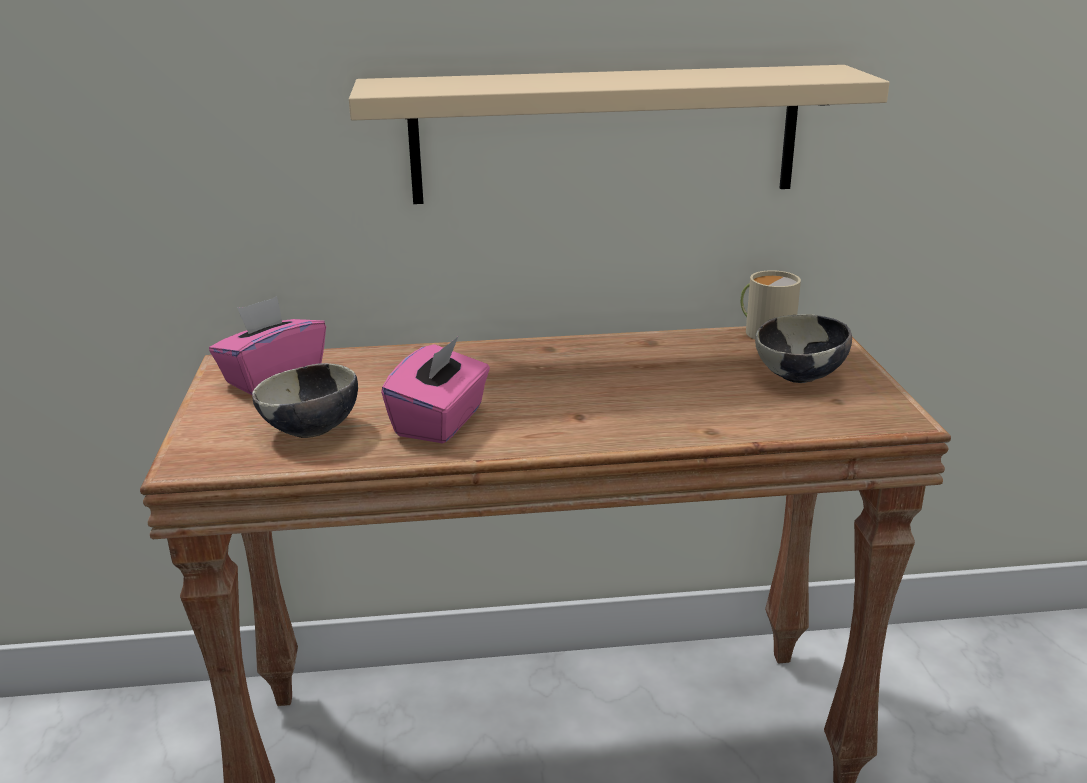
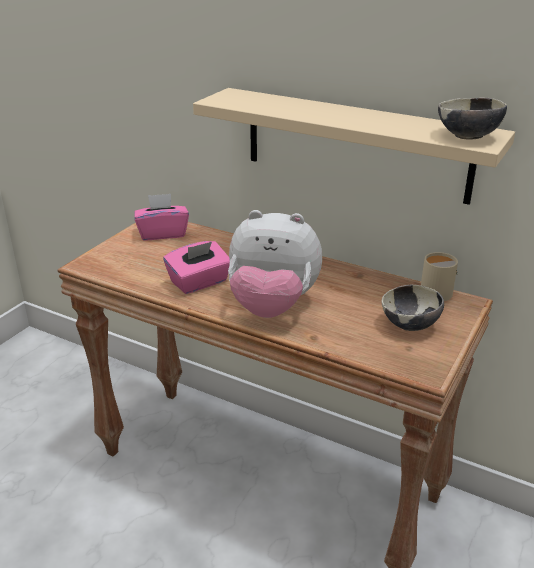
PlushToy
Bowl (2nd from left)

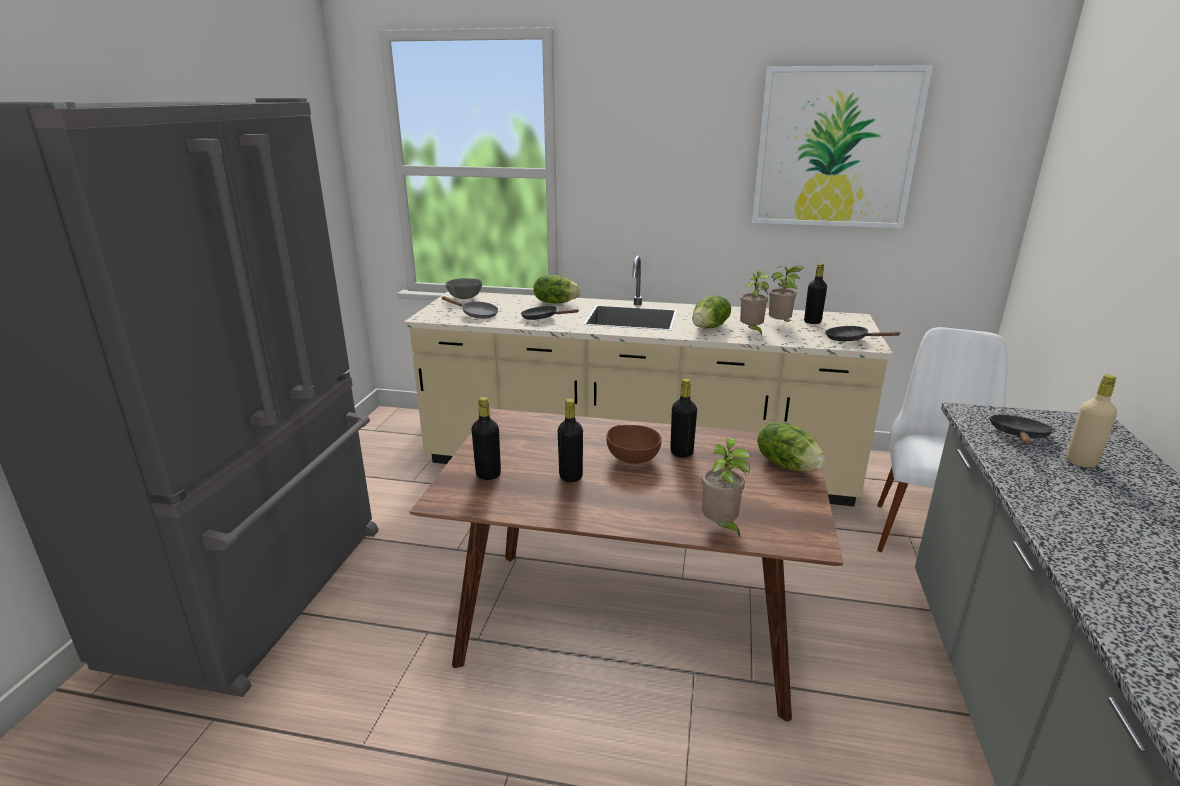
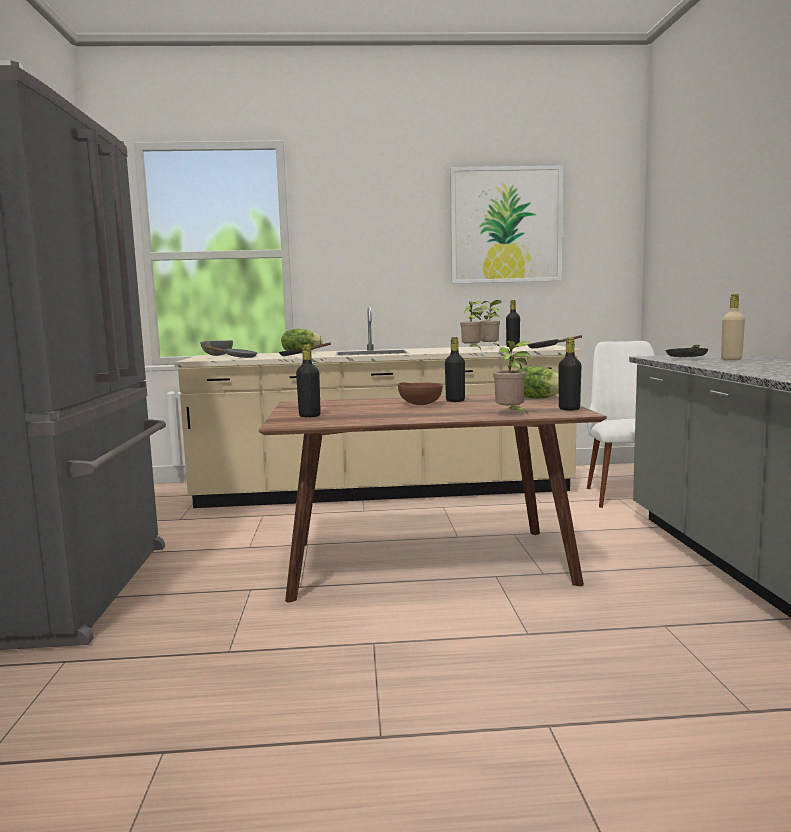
Lettuce (2nd from left in the first image)
BlackBottle (4th from left)

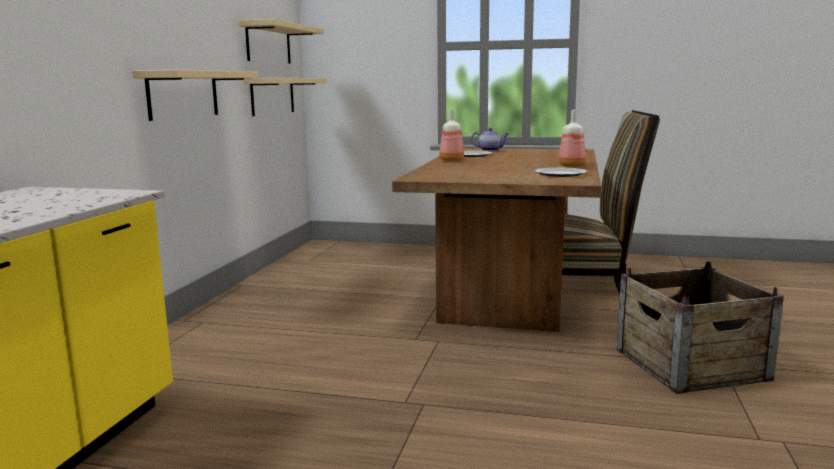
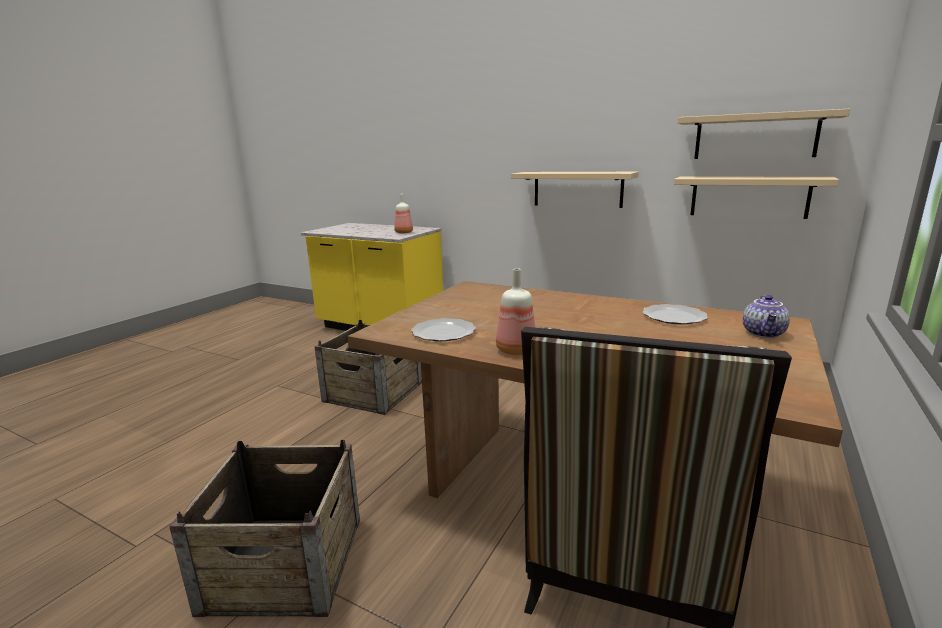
Crate (2nd from left)
Bottle (1st from left)

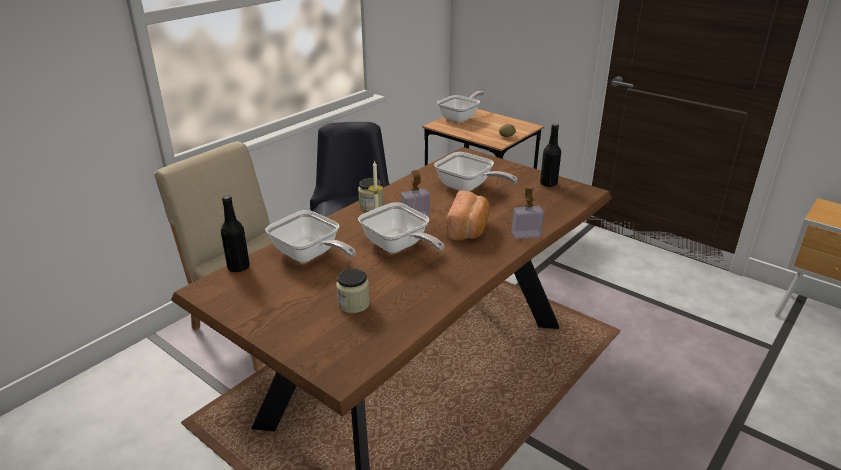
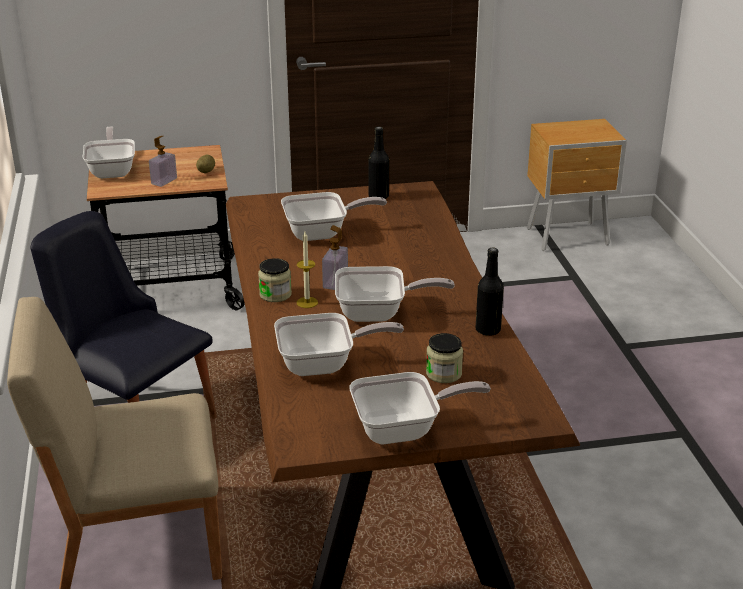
Bread
FryingPan (5th from left)
BlackBottle (2nd from left)
SoapDispenser (1st from left)

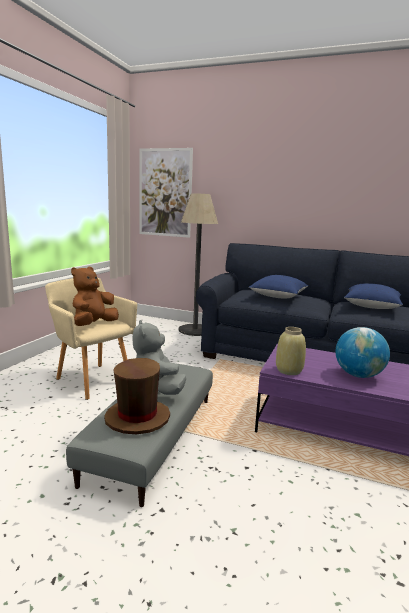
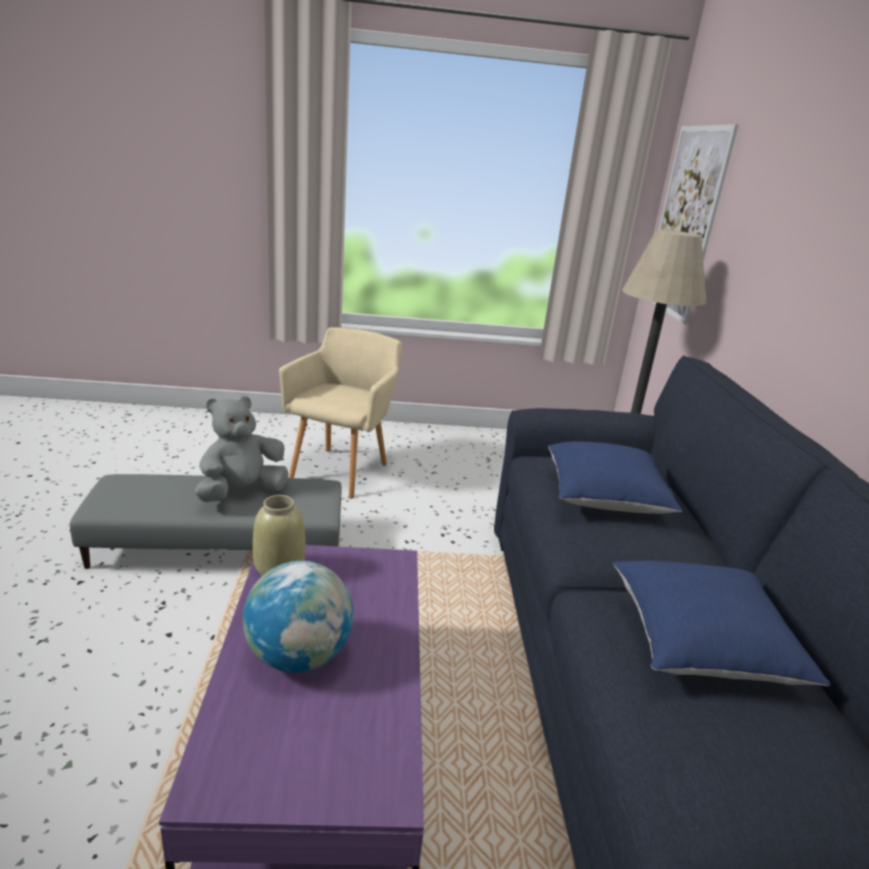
BrownPlushToy
BrownHat

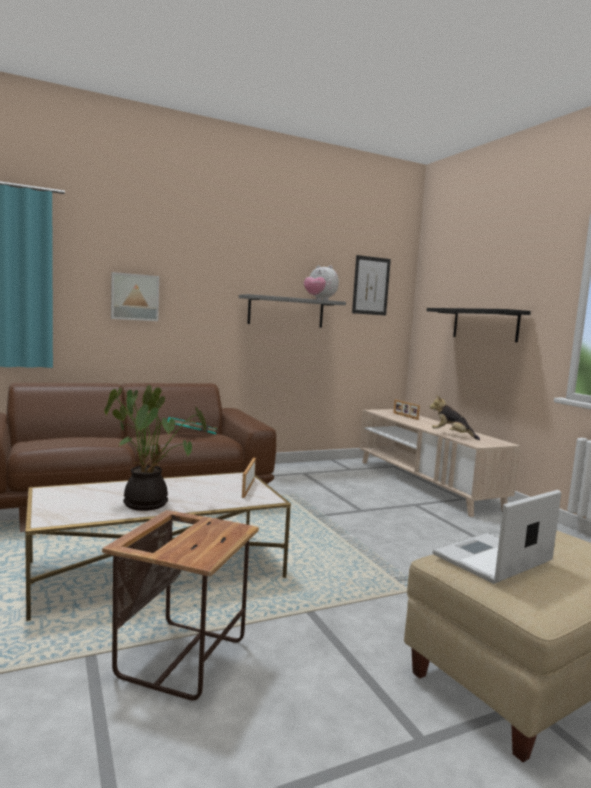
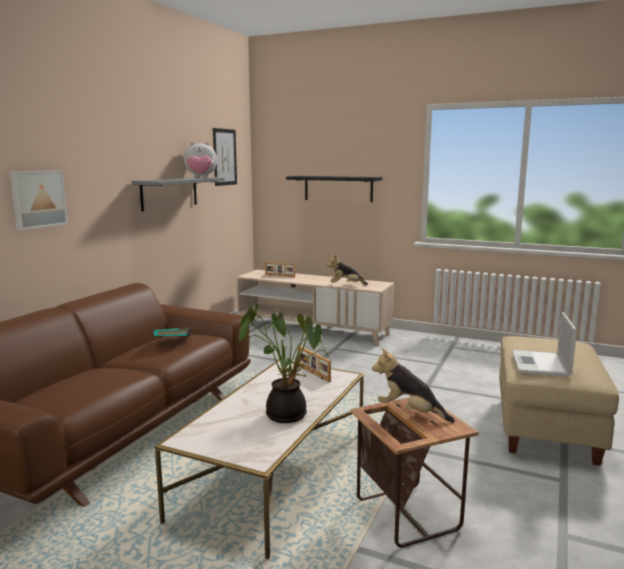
PlushToy (3rd from left)

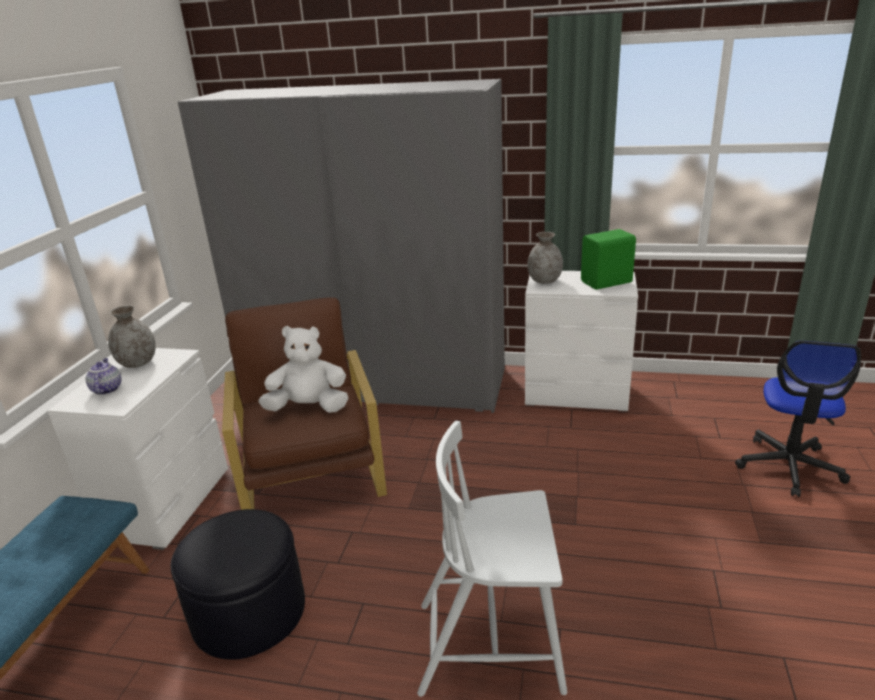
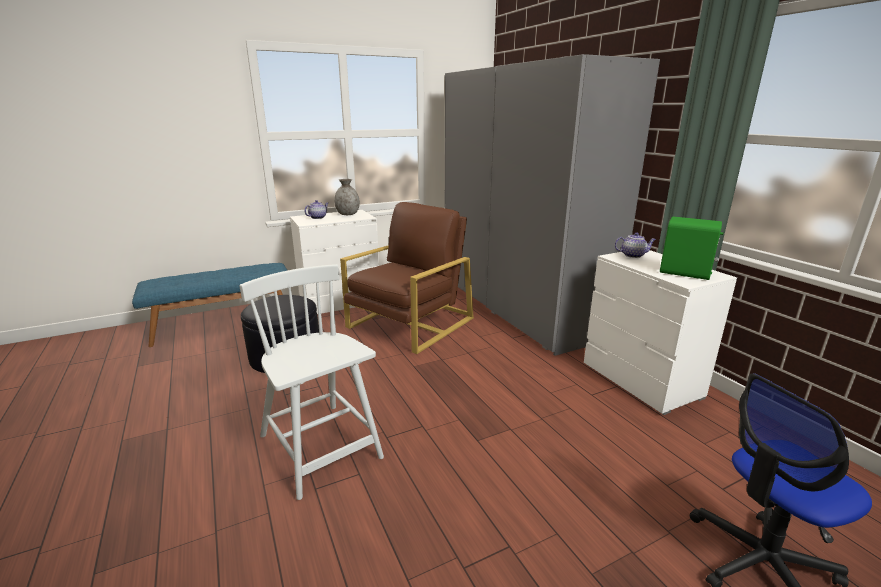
WhitePlushToy
Teapot (2nd from left)

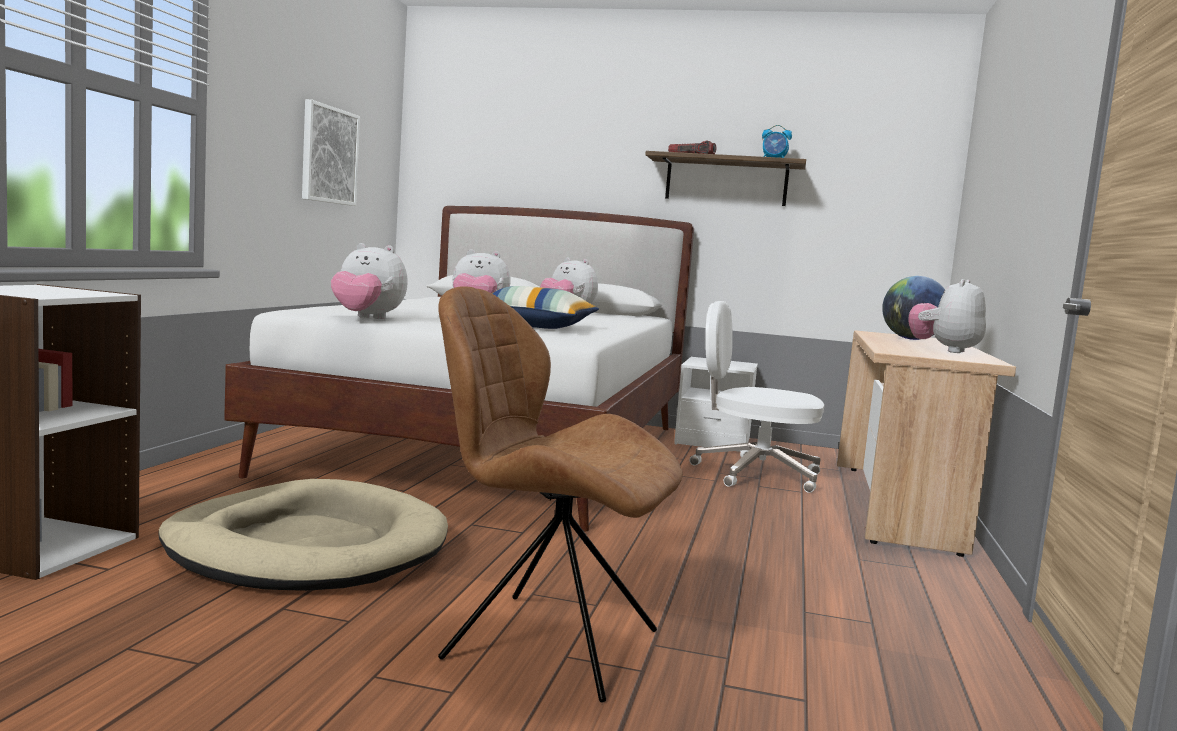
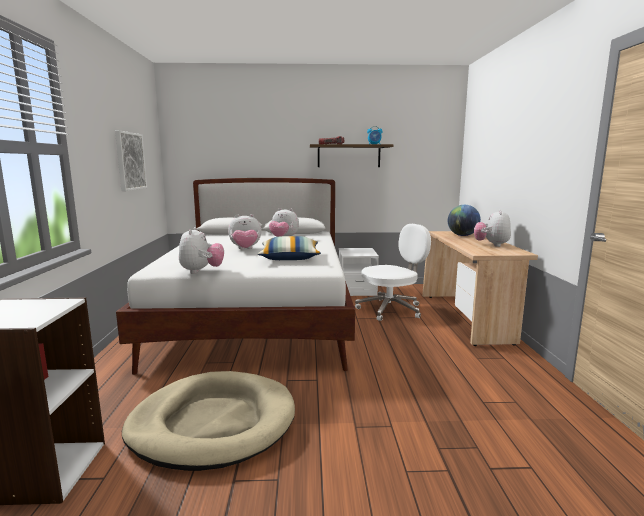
BrownChair
PlushToy (1st from left)
WhiteOfficeChair

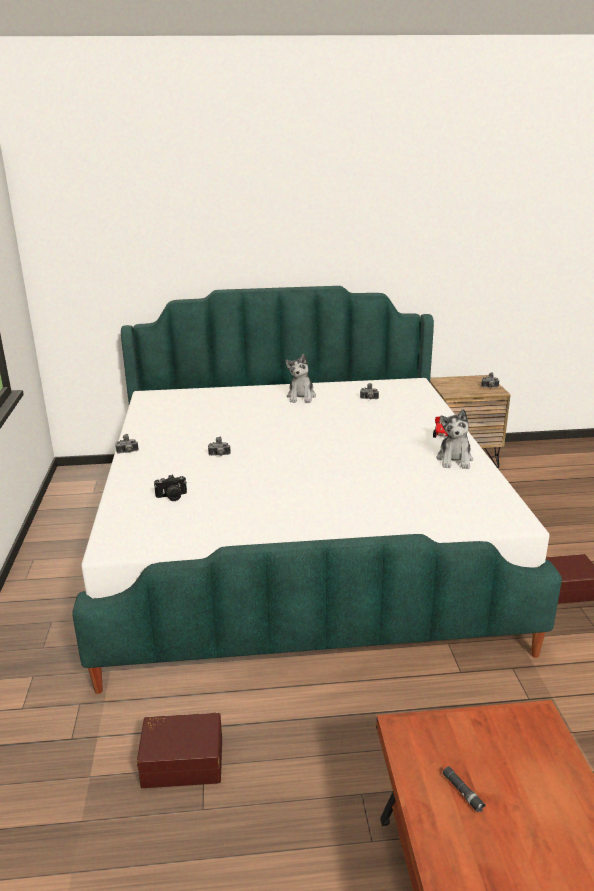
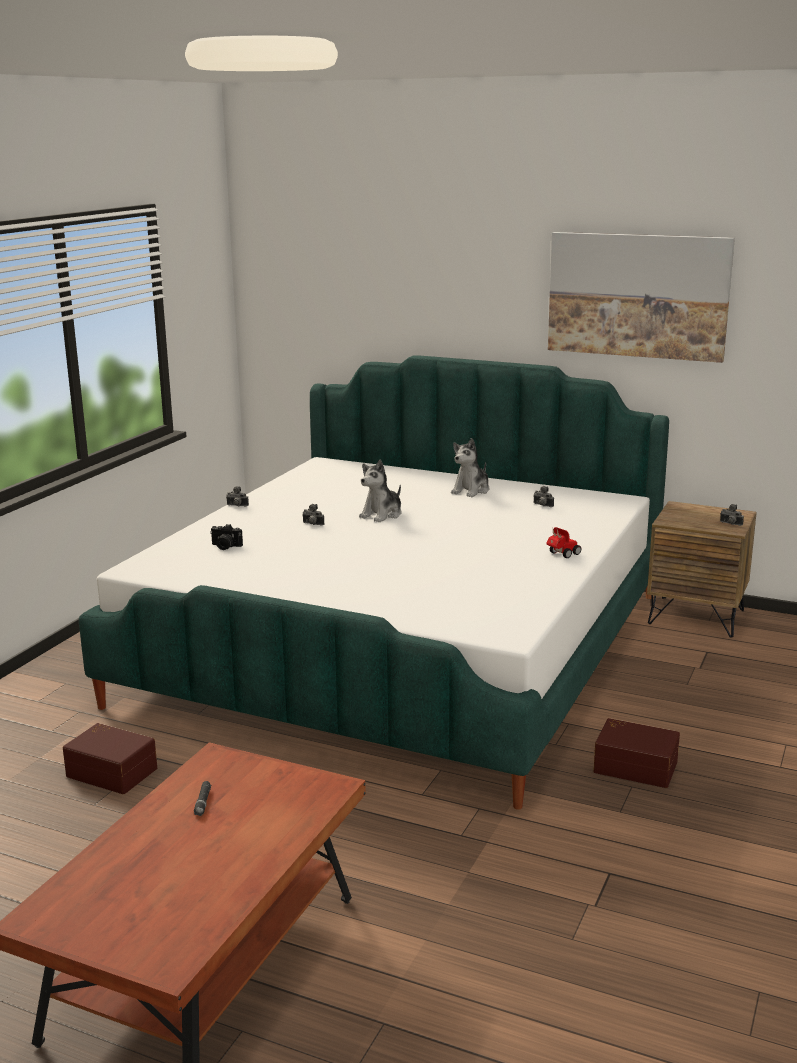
Picture
PlushToy (1st from left)

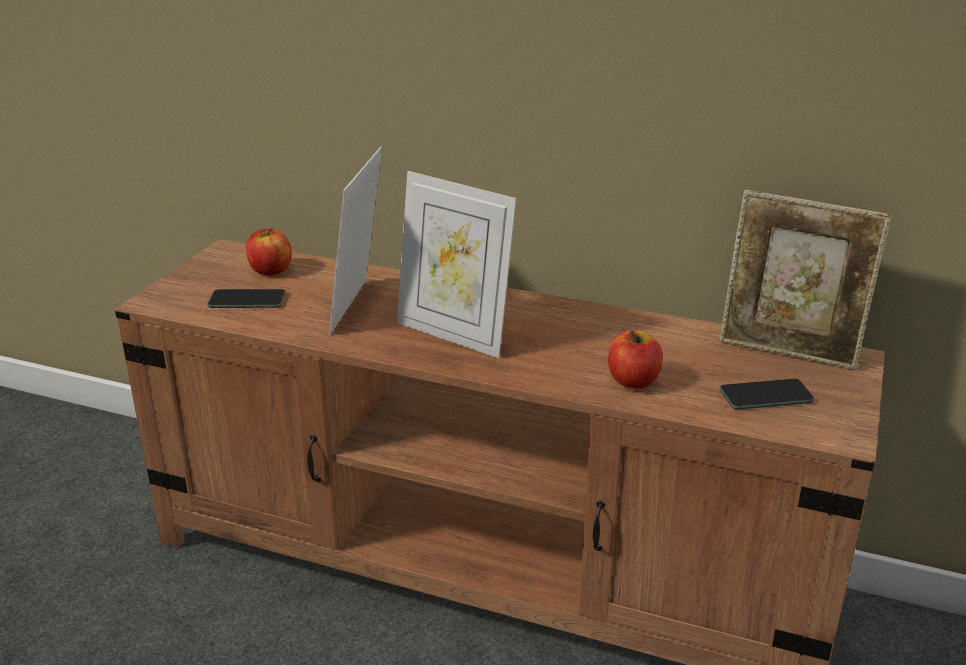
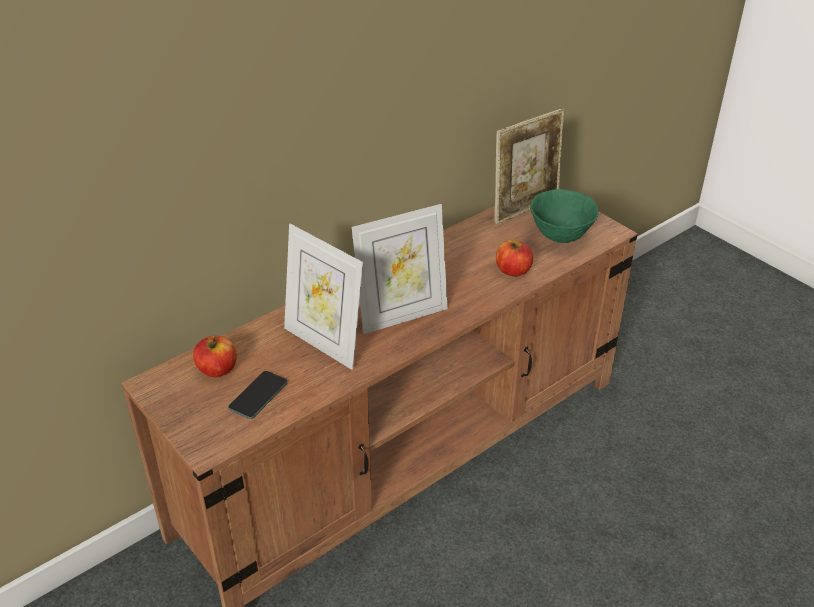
GreenBowl

